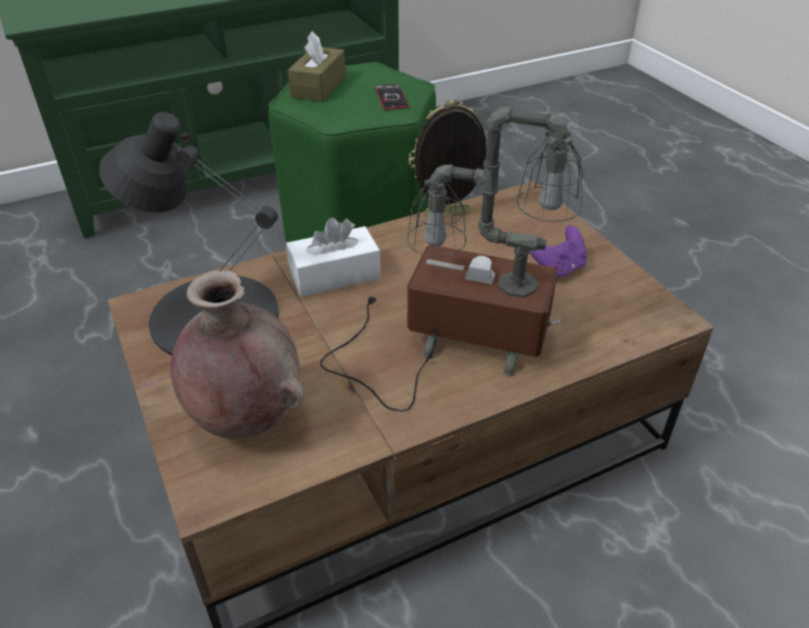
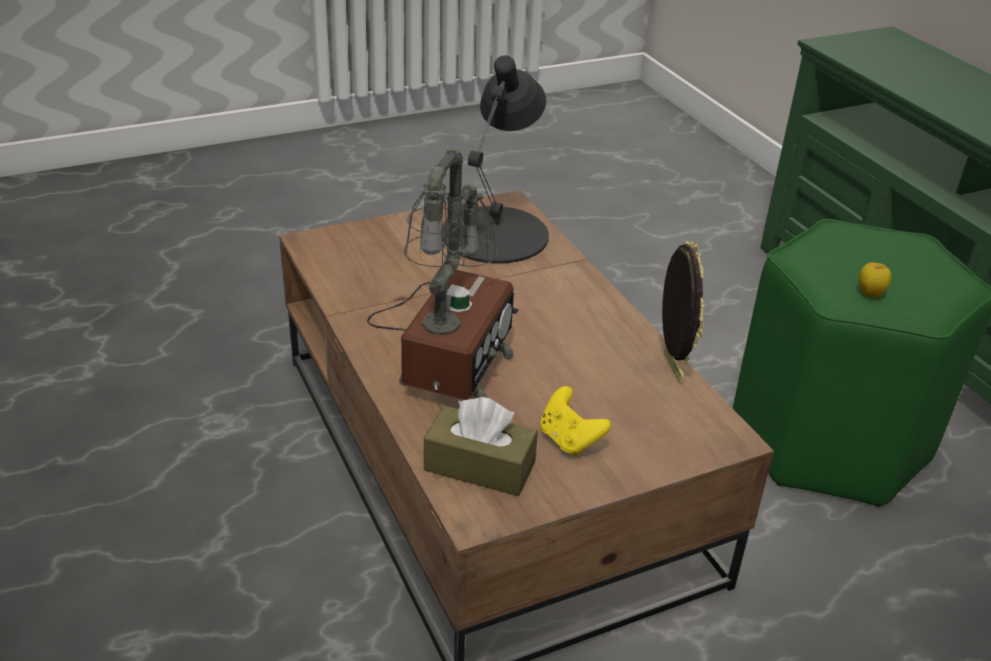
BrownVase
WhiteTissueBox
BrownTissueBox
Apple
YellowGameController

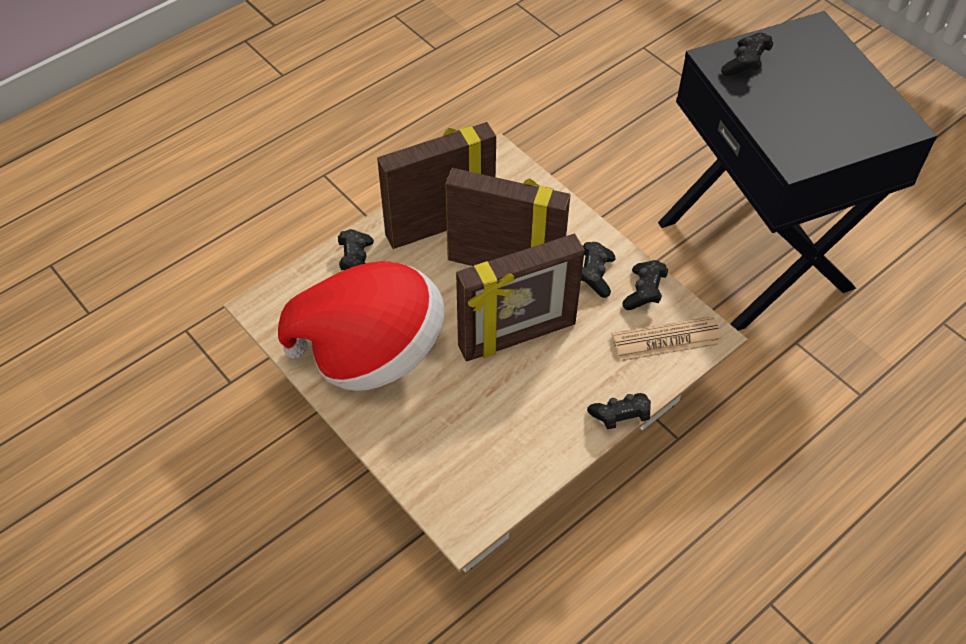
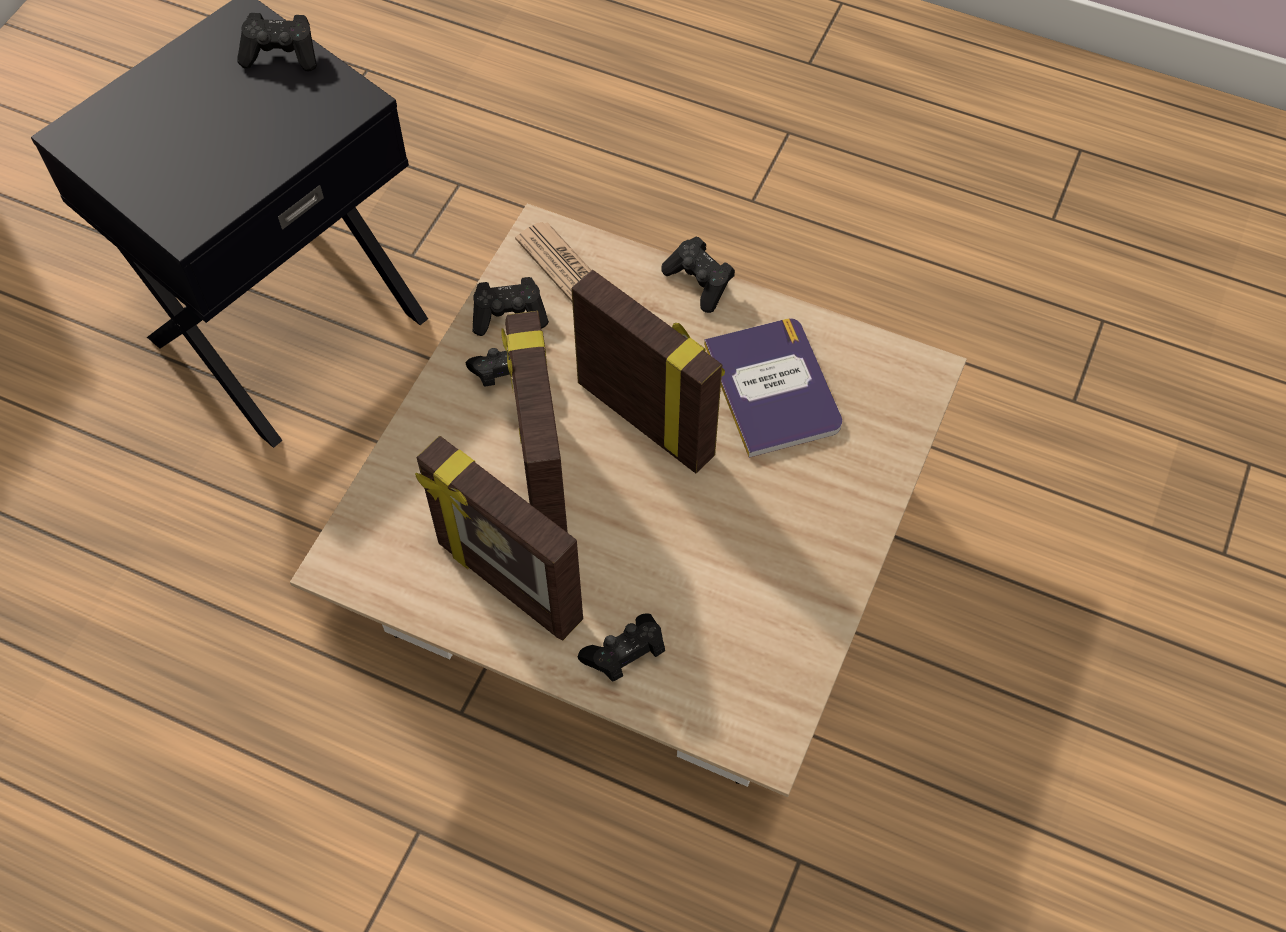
Hat
Book
BlackGameController (1st from left)

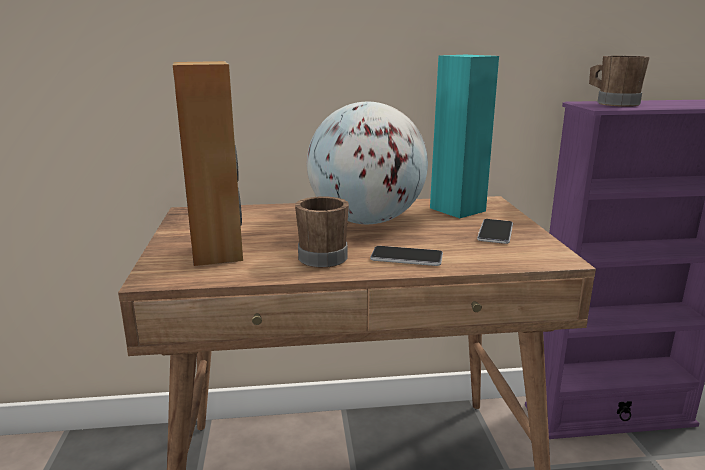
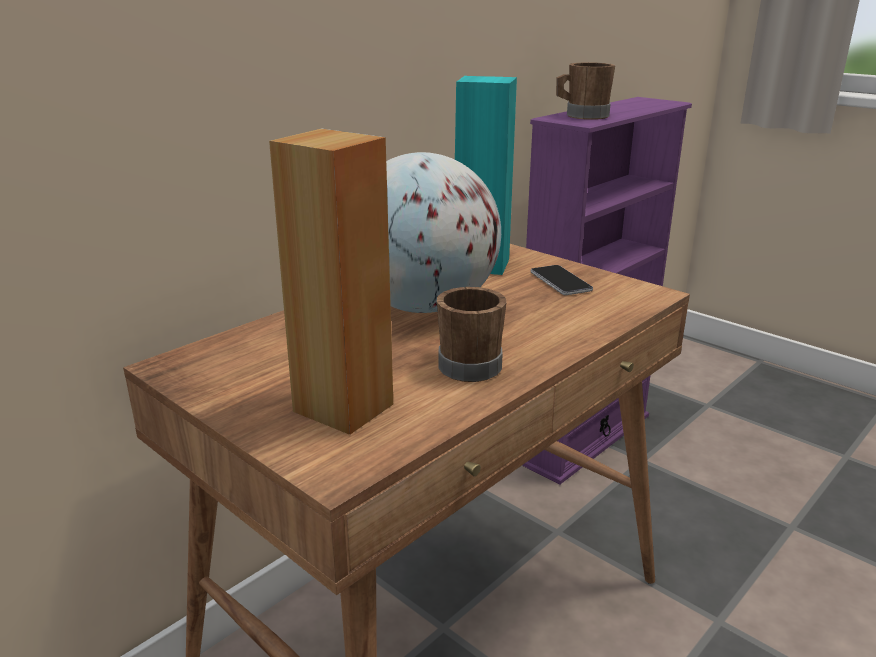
Phone (1st from left in the first image)

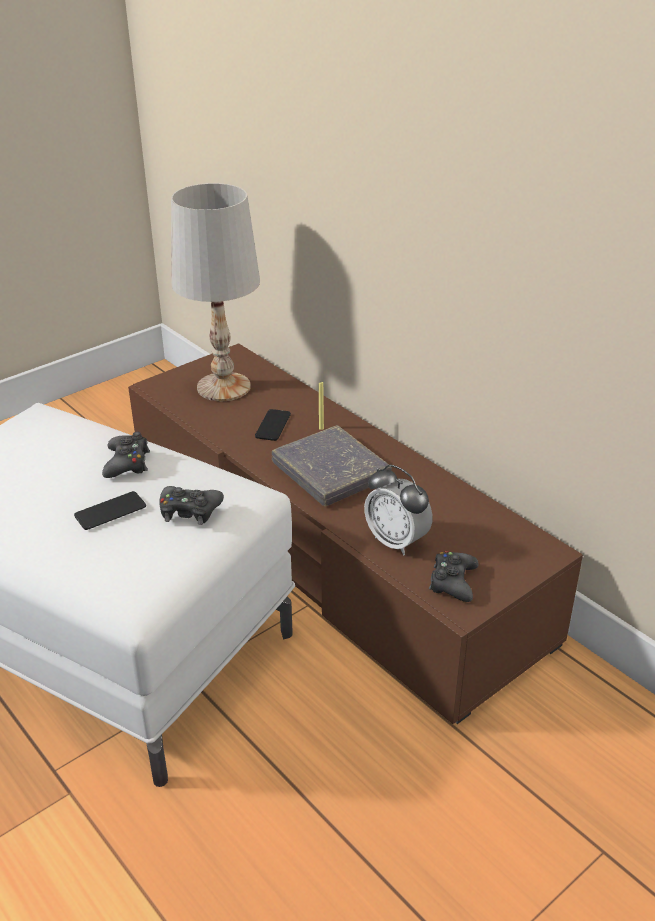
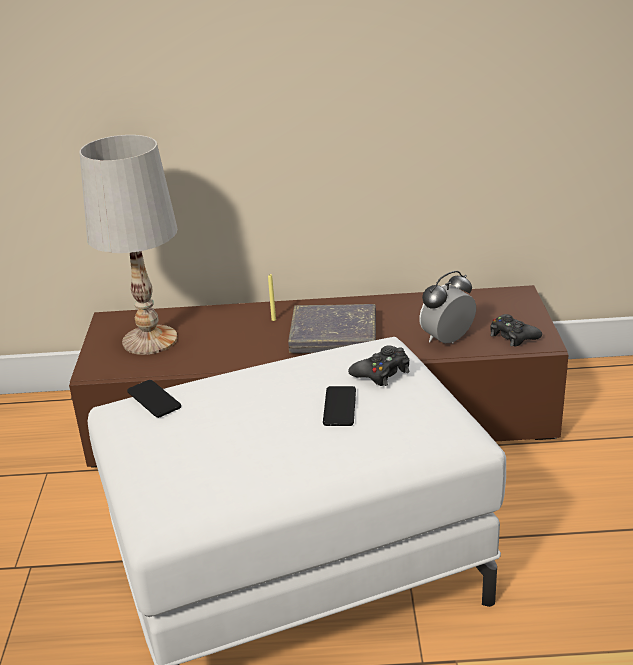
BlackGameController (1st from left in the first image)
Phone (1st from left)
AlarmClock

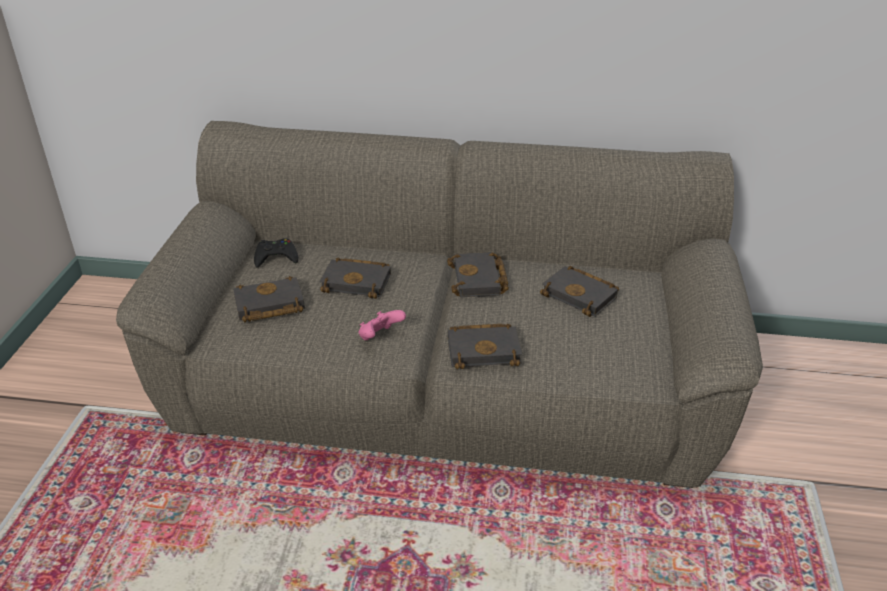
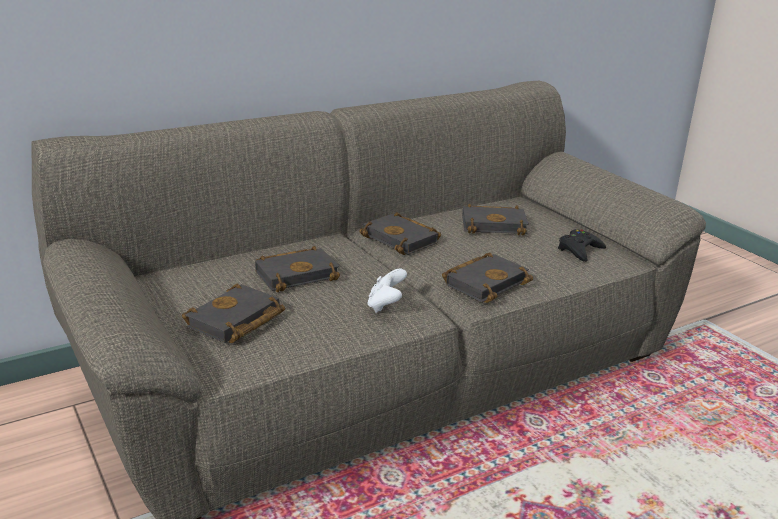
BlackGameController
WhiteGameController

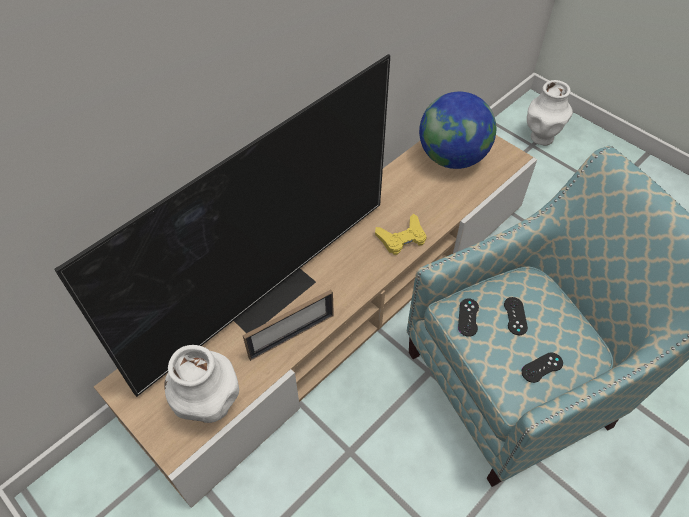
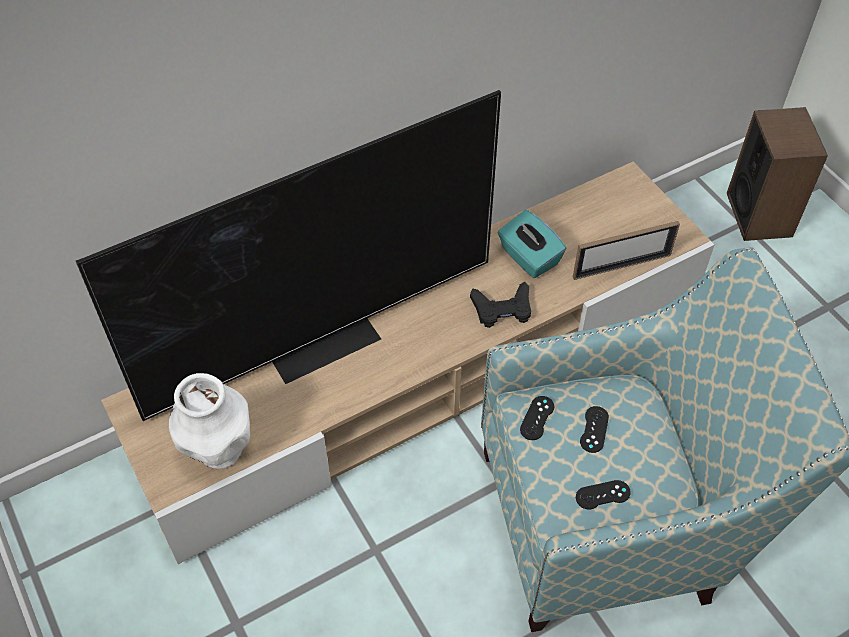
Globe
TurquoiseTissueBox
PictureFrame
Speaker
BlackGameController (1st from left)

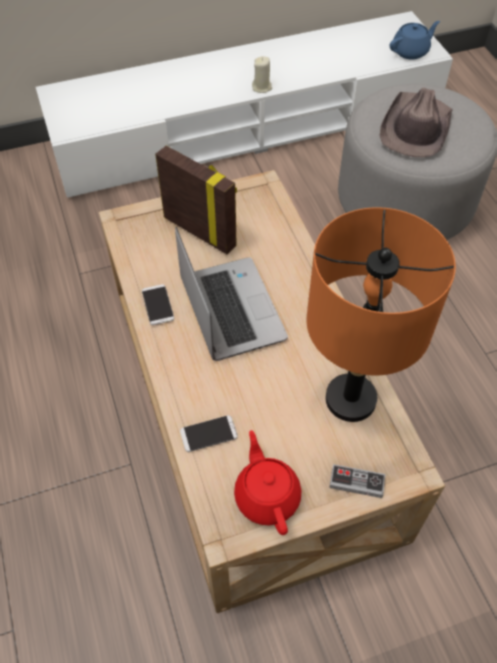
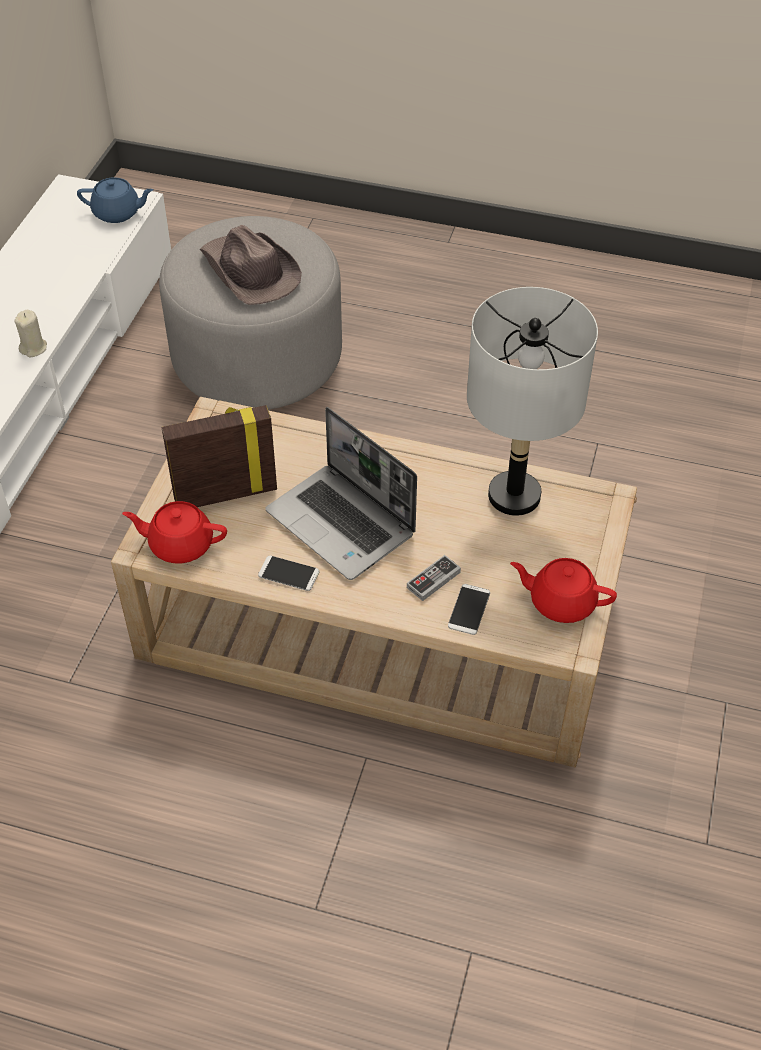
RedTeapot (1st from left)
GameController
GreyTableLamp
Laptop
BlueTeapot

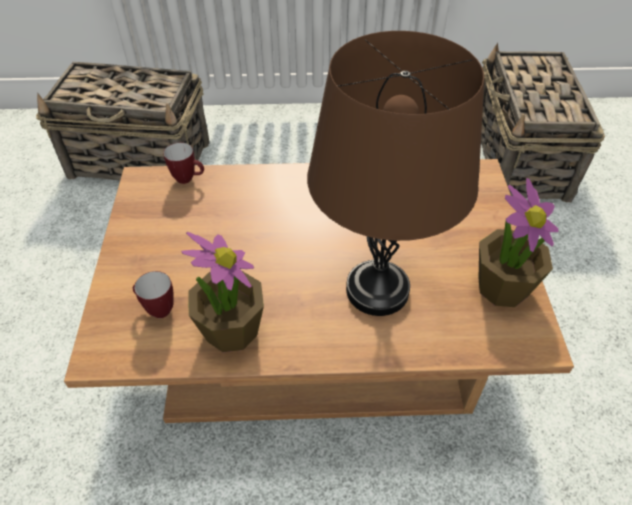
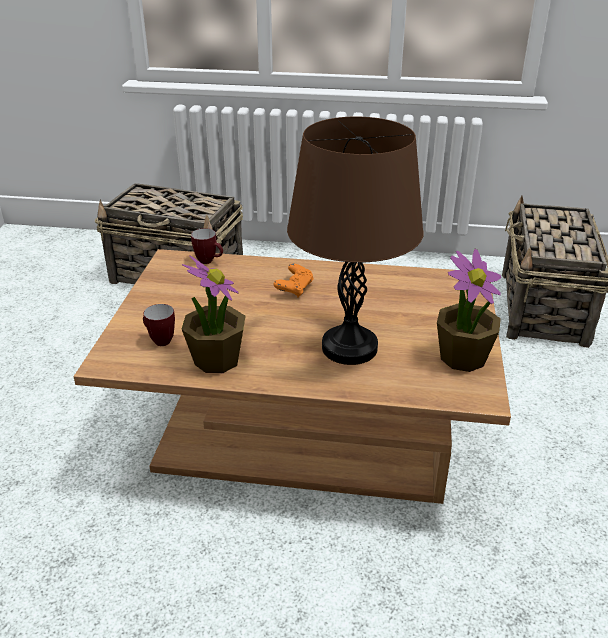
OrangeGameController

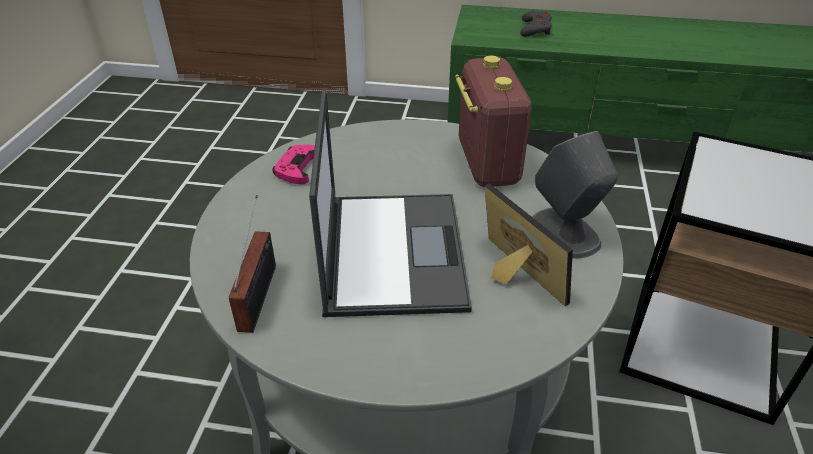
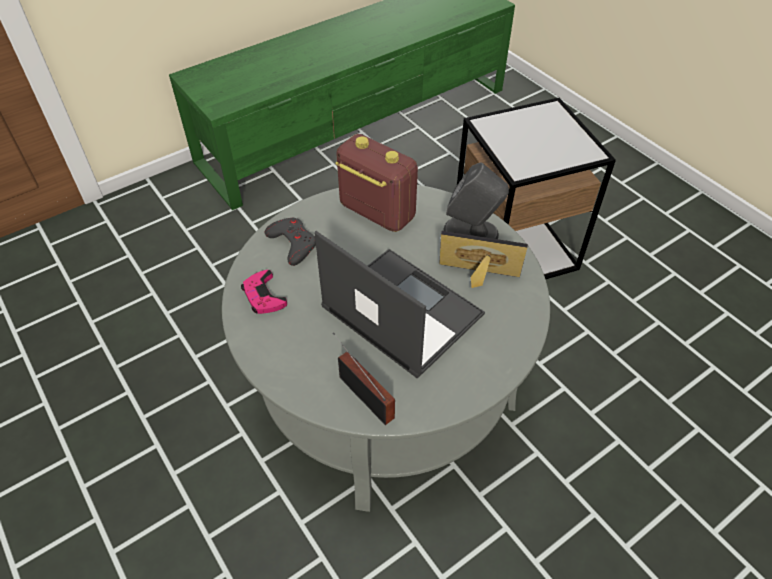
GreyGameController

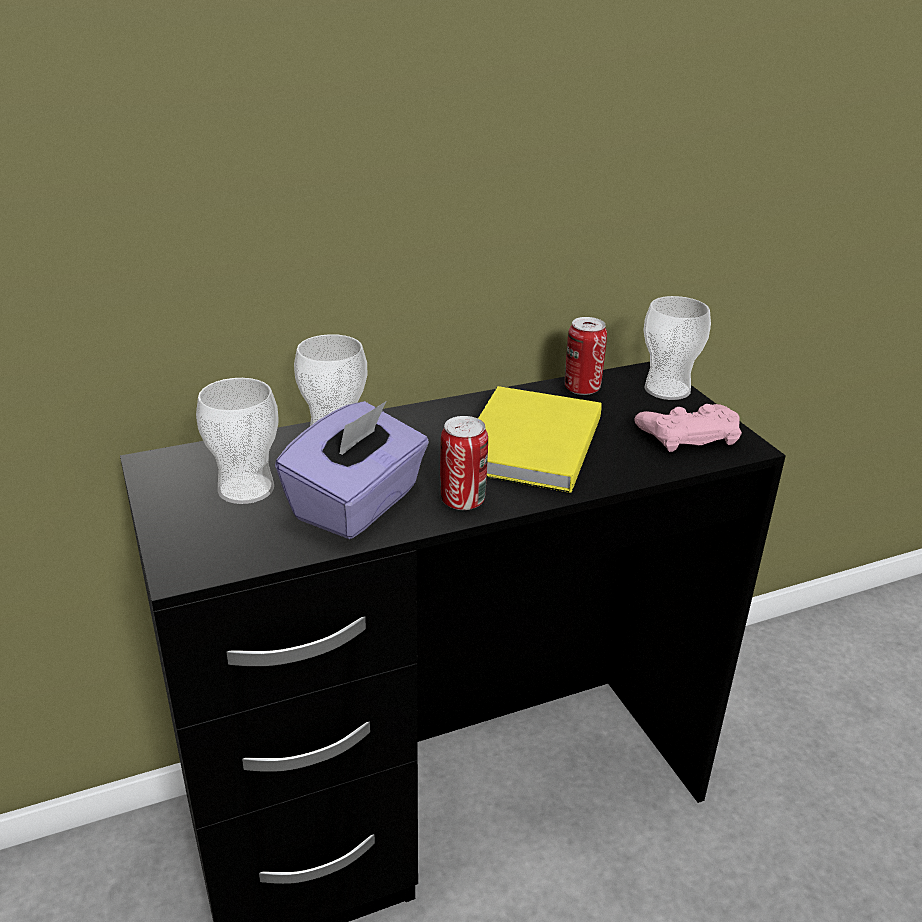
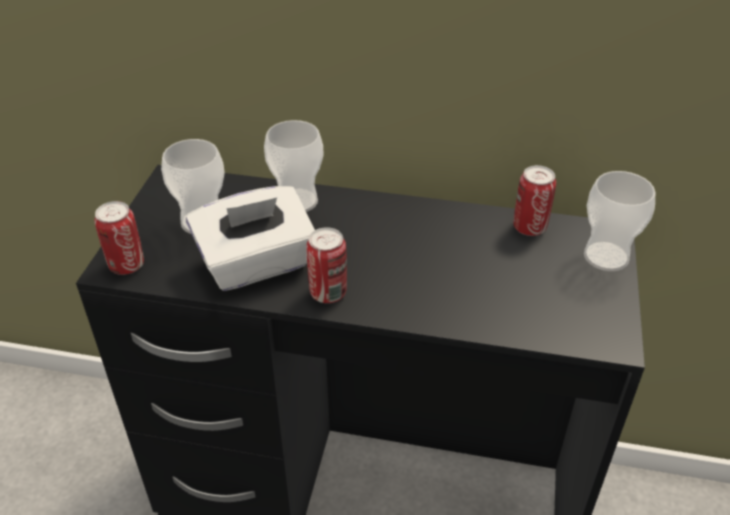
YellowBook
PinkGameController
Can (1st from left)
WhiteTissueBox

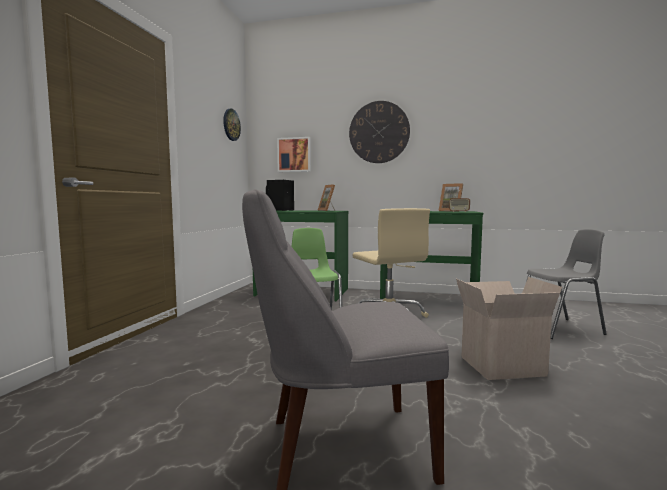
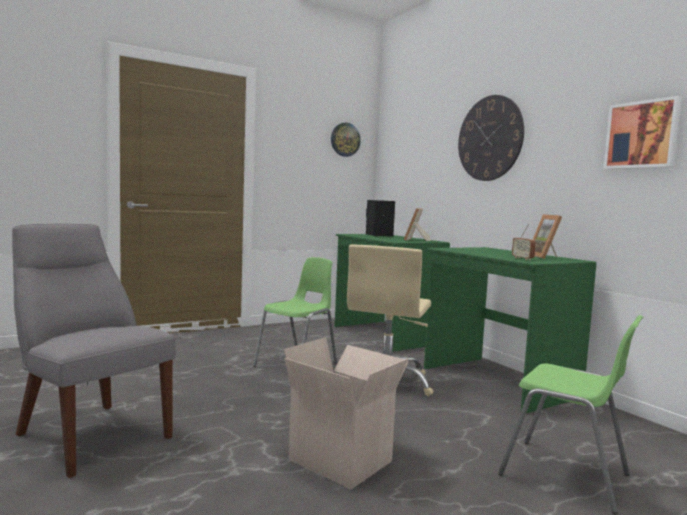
Picture
GreenChair (2nd from left)

